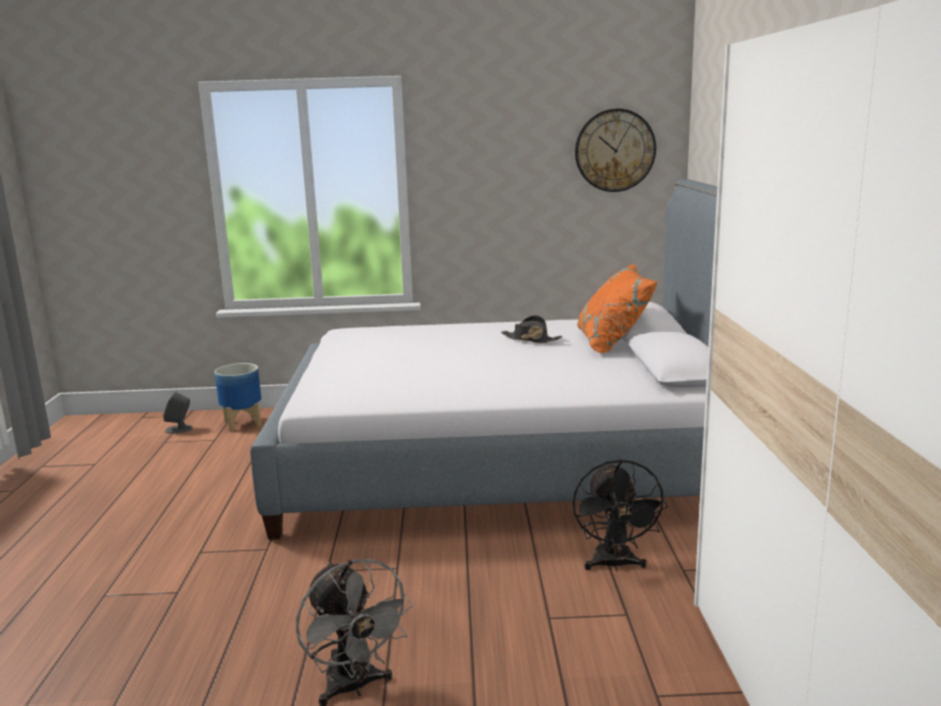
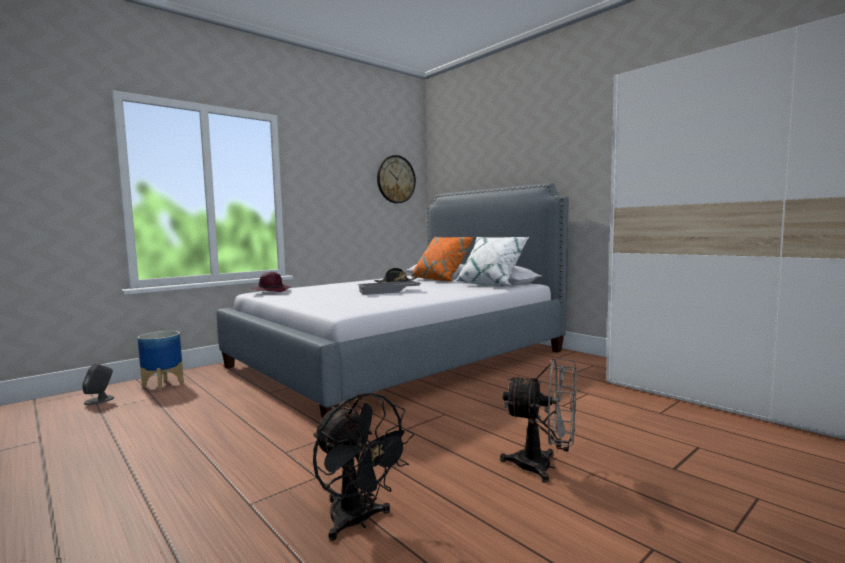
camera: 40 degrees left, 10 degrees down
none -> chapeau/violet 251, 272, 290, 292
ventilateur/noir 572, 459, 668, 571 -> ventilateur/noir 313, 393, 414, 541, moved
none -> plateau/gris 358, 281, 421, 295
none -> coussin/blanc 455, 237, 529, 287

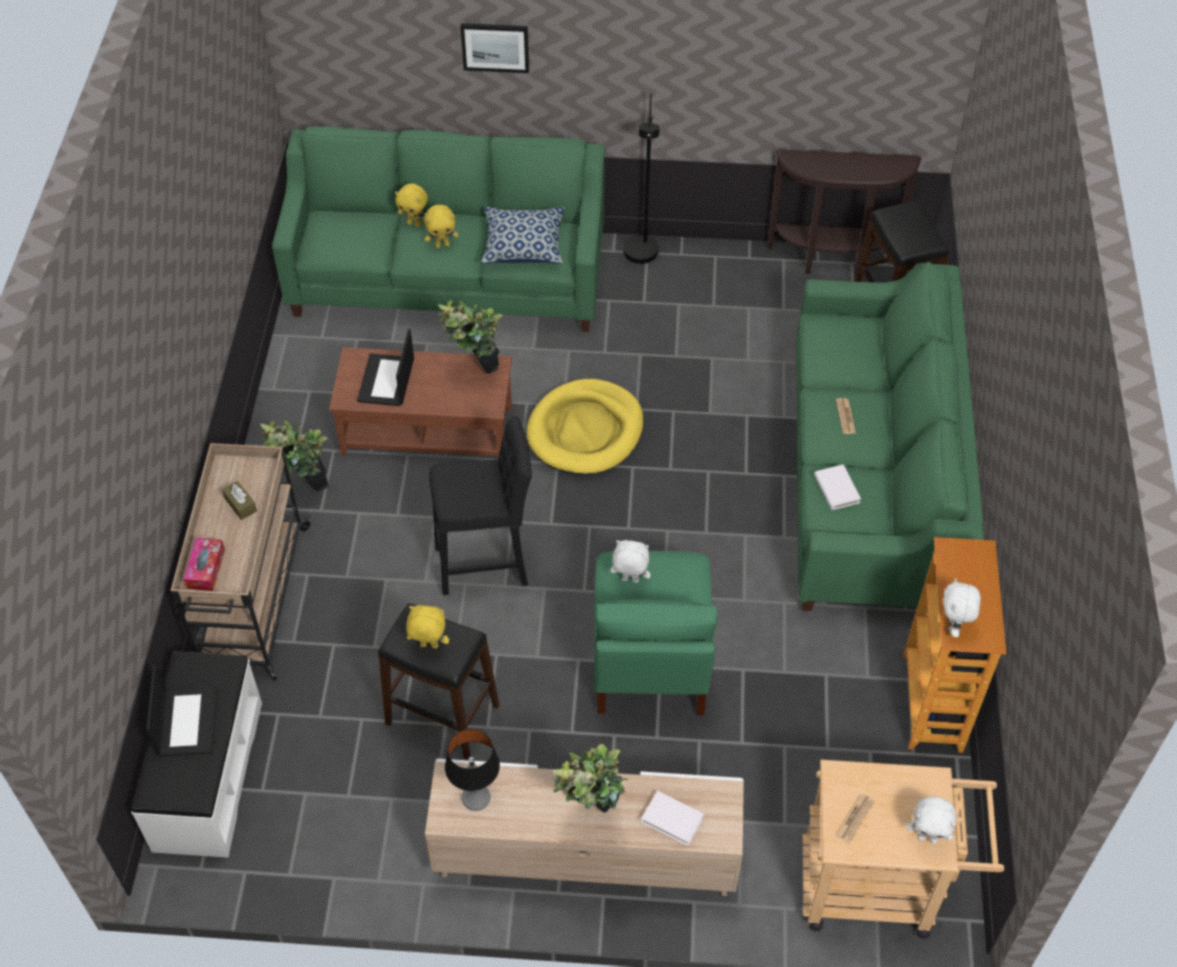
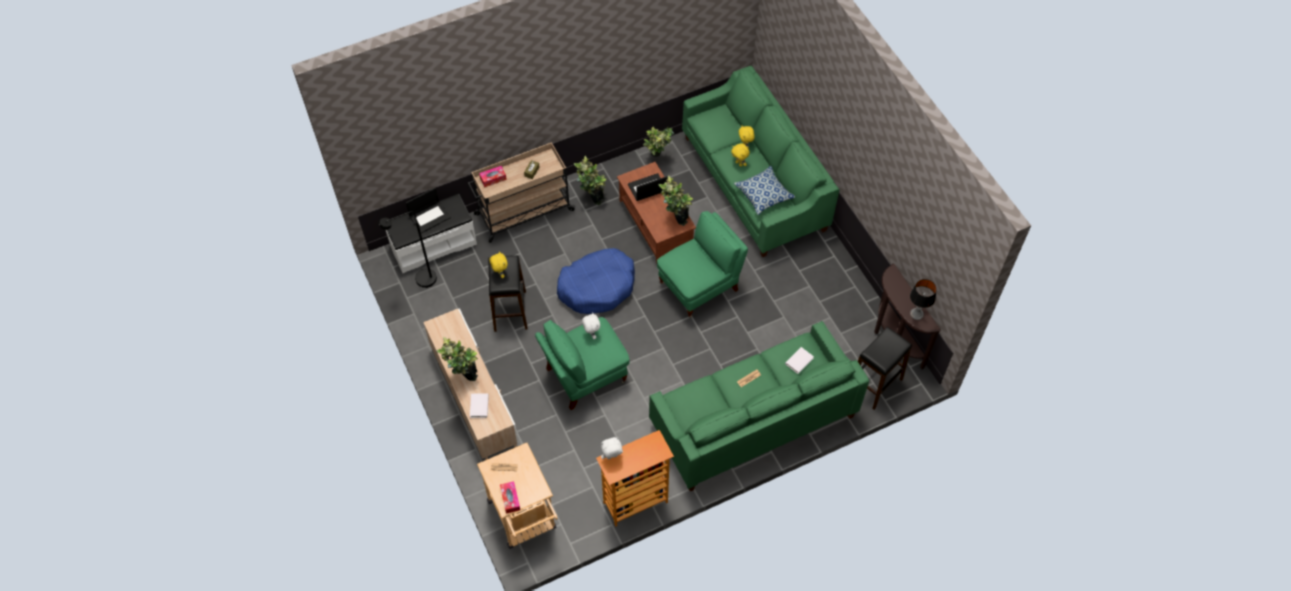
camera: 60 degrees right, 5 degrees up
lampadaire/noir 623, 94, 660, 264 -> lampadaire/noir 379, 211, 437, 288, moved
peluche/blanc 906, 797, 957, 844 -> boîte à mouchoirs 500, 481, 520, 514
tabouret/noir 429, 416, 532, 595 -> panier pour chien/bleu 557, 248, 635, 314
none -> plante en pot 643, 126, 674, 157
panier pour chien/jaune 527, 379, 643, 475 -> fauteuil/vert 657, 211, 748, 318
livre/blanc 814, 464, 861, 510 -> livre/blanc 785, 347, 814, 374, moved
lampe de table 445, 729, 500, 811 -> lampe de table 910, 279, 936, 320, moved
tableau 460, 23, 529, 73 -> none

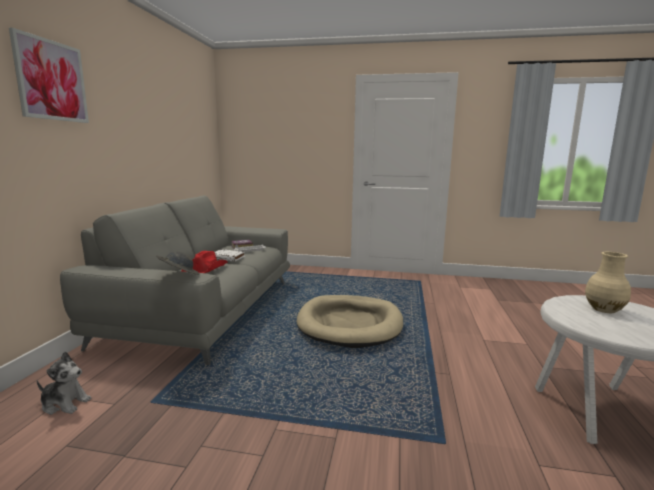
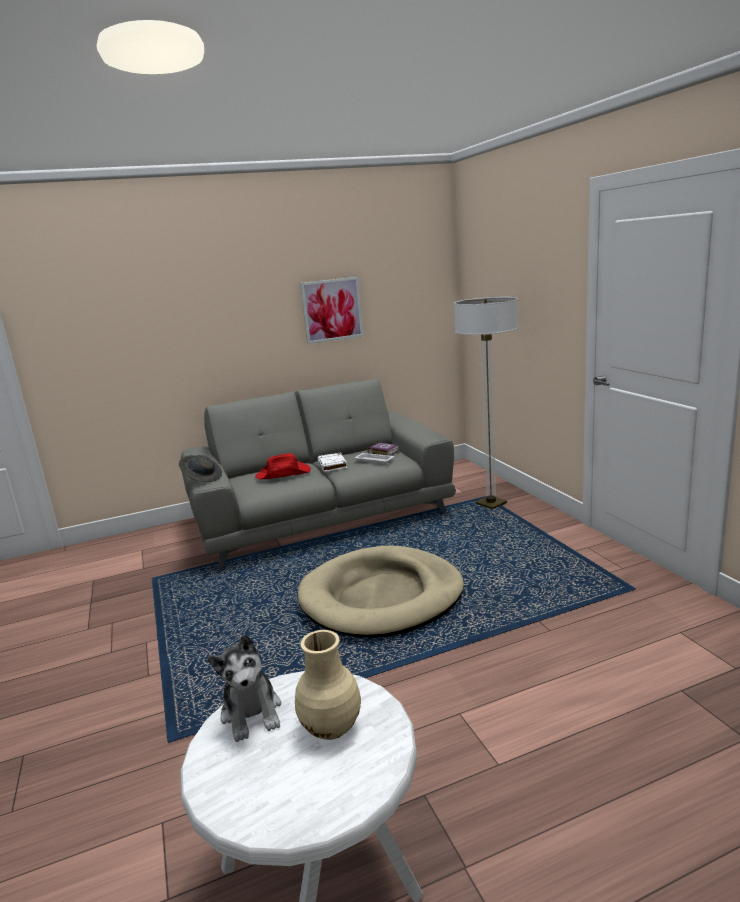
camera: 60 degrees right, 5 degrees up
peluche 37, 352, 91, 415 -> peluche 208, 634, 281, 742, moved
tableau 9, 27, 89, 123 -> tableau 300, 277, 364, 344, moved
none -> lampadaire 454, 297, 518, 509

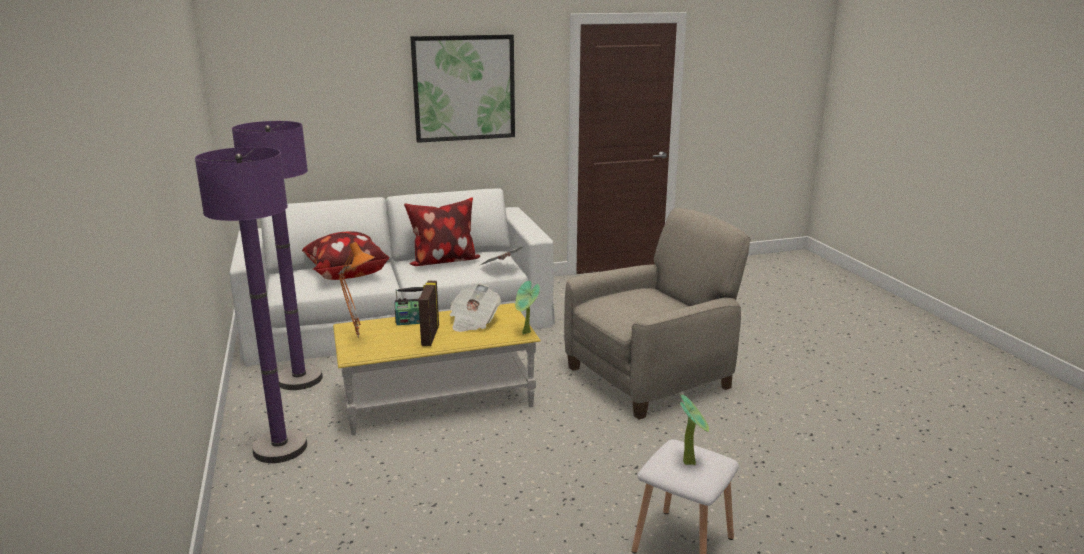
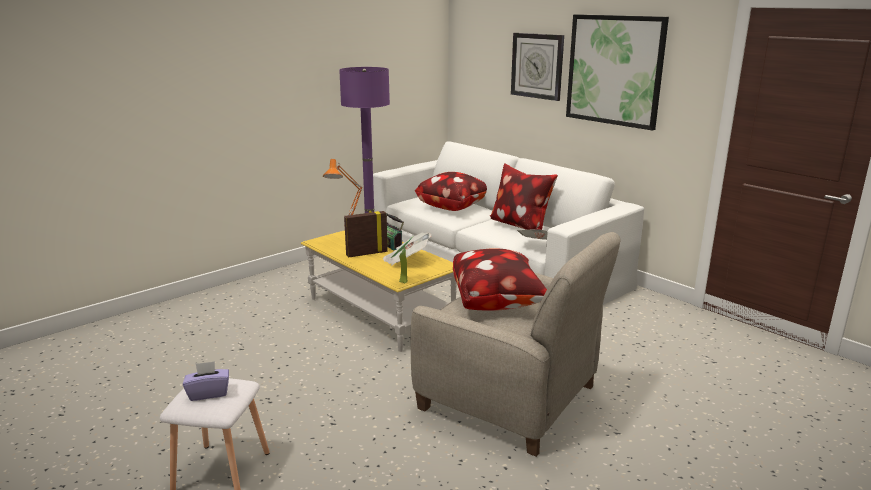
camera: 65 degrees right, 0 degrees up
plante en pot 680, 394, 709, 465 -> boîte à mouchoirs/violet 183, 361, 229, 401
none -> coussin 453, 248, 547, 311
none -> horloge murale 511, 33, 564, 101
lampadaire/violet 195, 147, 307, 463 -> none

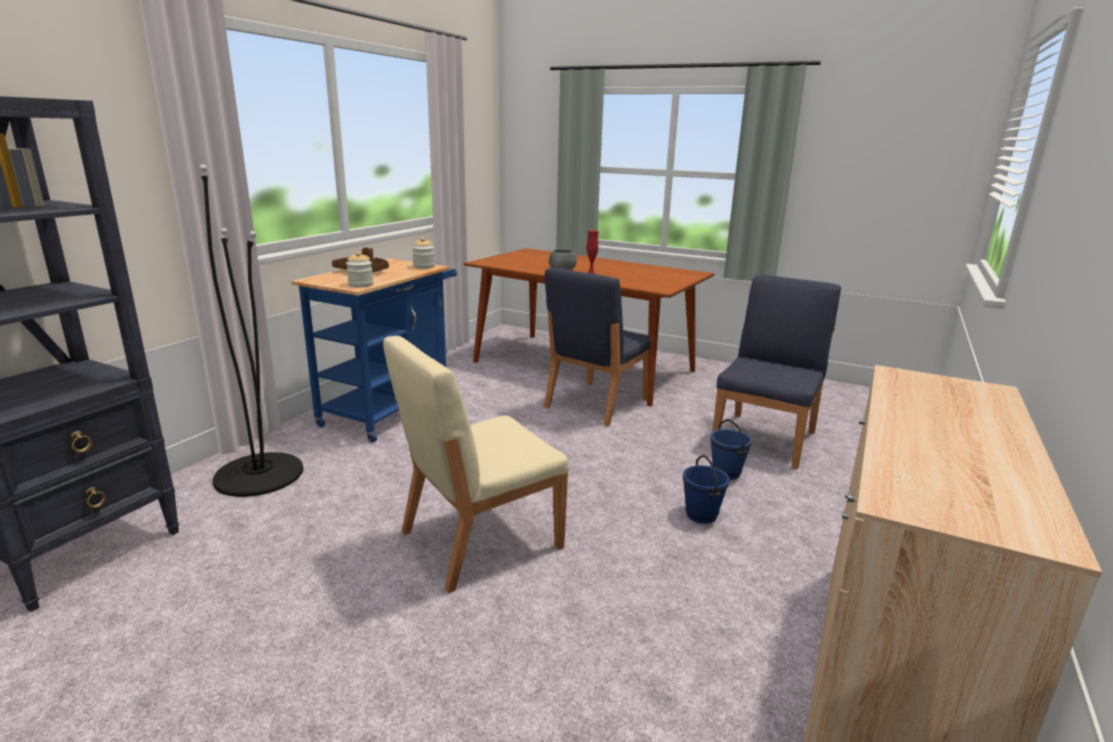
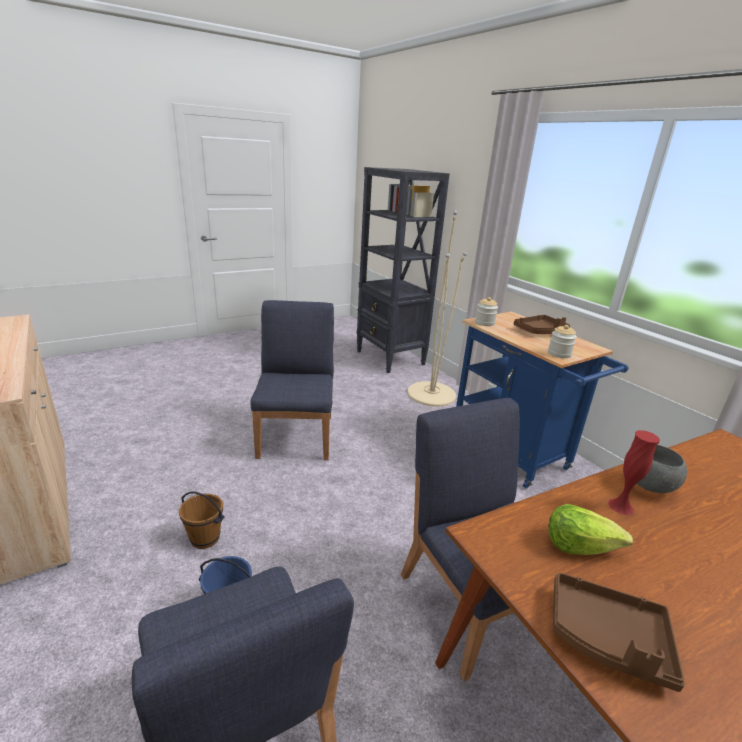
camera: 120 degrees right, 5 degrees up
seau/bleu 683, 455, 729, 524 -> seau/marron 179, 491, 225, 549
chaise/beige 383, 336, 569, 593 -> chaise/bleu 250, 300, 334, 460
lampadaire/noir 199, 164, 303, 497 -> lampadaire/beige 407, 211, 467, 406
none -> laitue 548, 504, 633, 555
none -> plateau/marron 553, 572, 685, 692

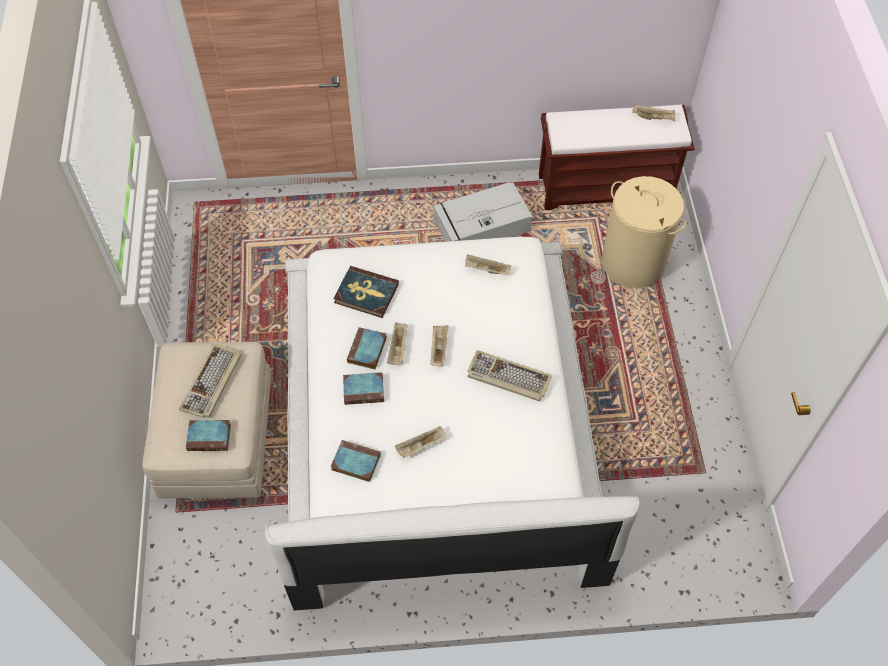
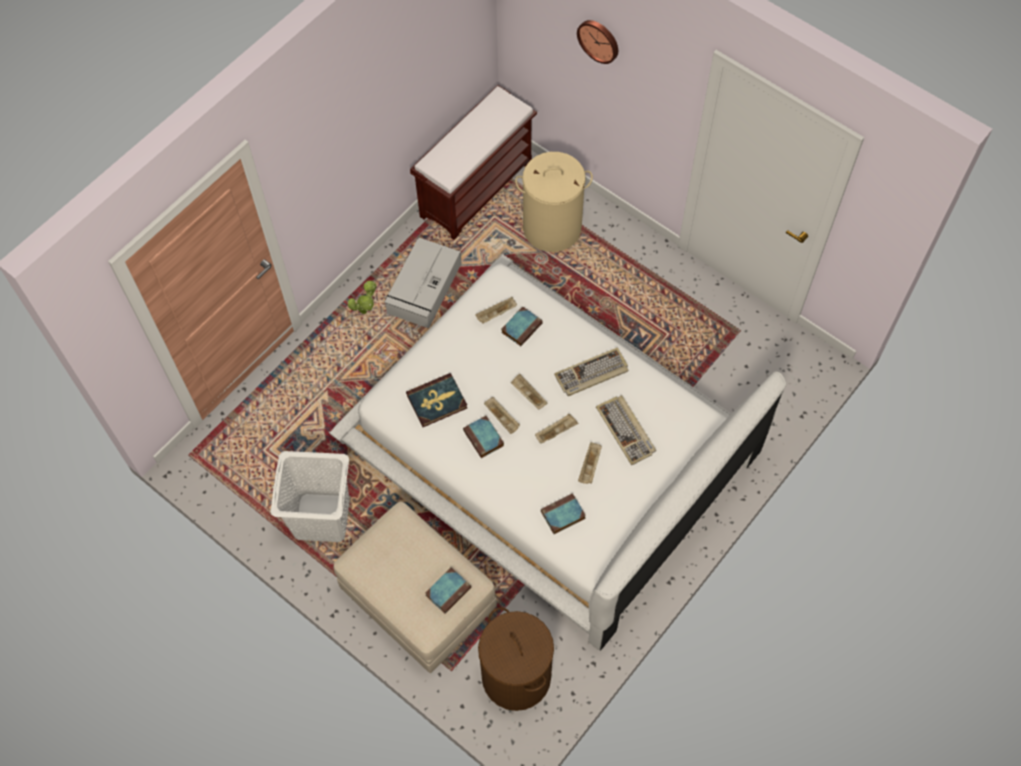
camera: 45 degrees left, 5 degrees up
none -> panier à linge/blanc 270, 451, 350, 542
none -> plante en pot 347, 281, 376, 314
none -> panier à linge/marron 478, 608, 554, 711
livre 343, 372, 384, 405 -> livre 501, 306, 543, 346, moved
plateau/beige 632, 104, 675, 121 -> plateau/beige 535, 414, 578, 444, moved
none -> horloge murale 577, 20, 618, 64
clavier 179, 344, 241, 418 -> clavier 596, 395, 656, 465, moved

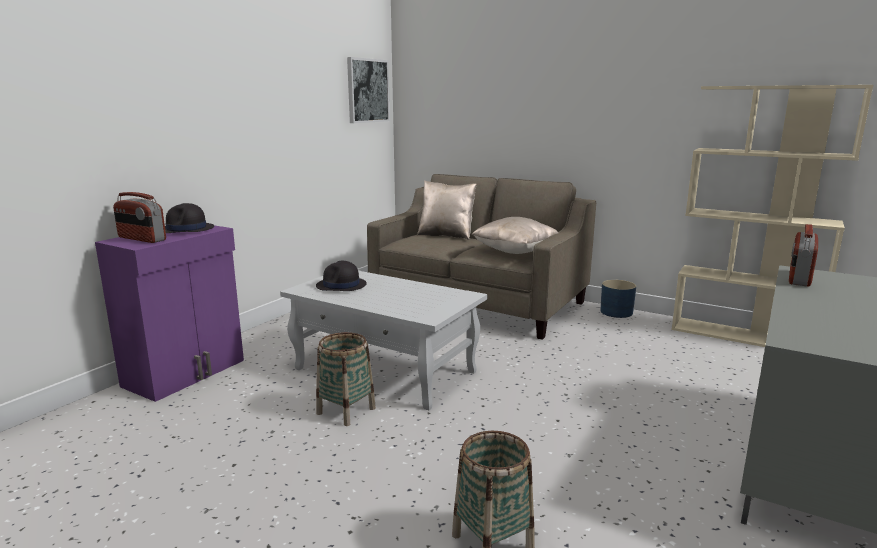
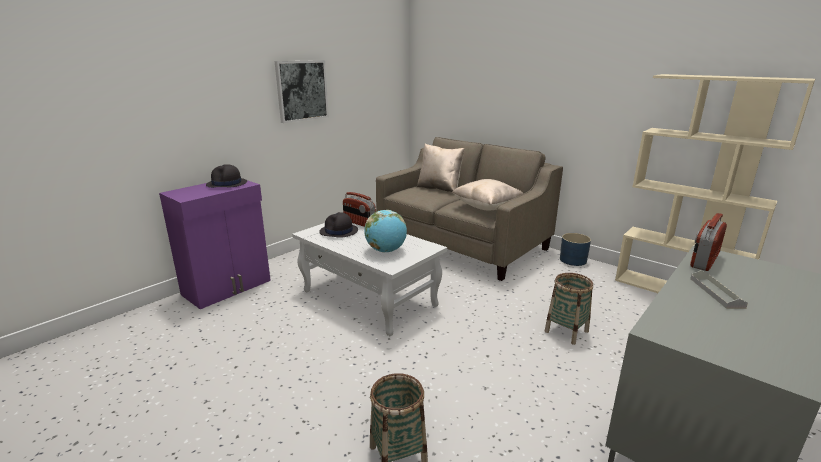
camera: 10 degrees right, 5 degrees up
tableau 347, 57, 390, 123 -> tableau 275, 60, 329, 123, moved
radio 113, 192, 166, 243 -> radio 343, 192, 376, 227, moved
none -> globe 364, 210, 407, 252
panier 316, 332, 376, 426 -> panier 544, 273, 593, 345, moved
none -> plateau/gris 690, 270, 748, 309

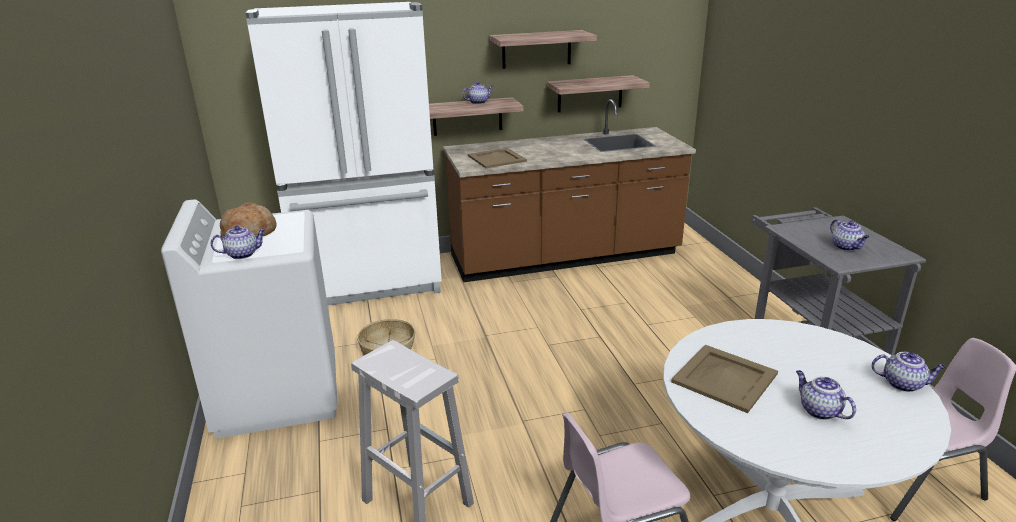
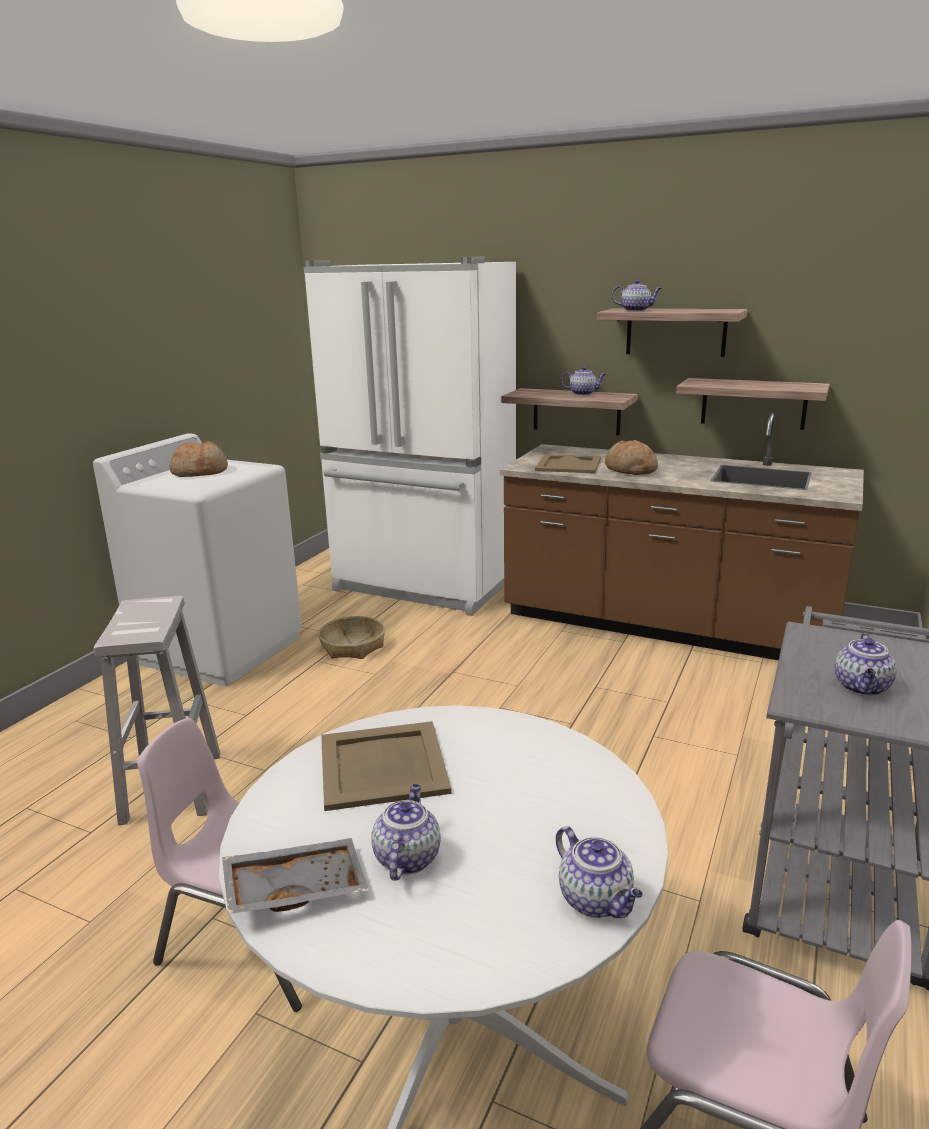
camera: 40 degrees right, 5 degrees down
none -> plateau/gris 222, 838, 369, 914
none -> pain 605, 440, 658, 475
théière 211, 226, 266, 259 -> théière 612, 280, 662, 311, moved

